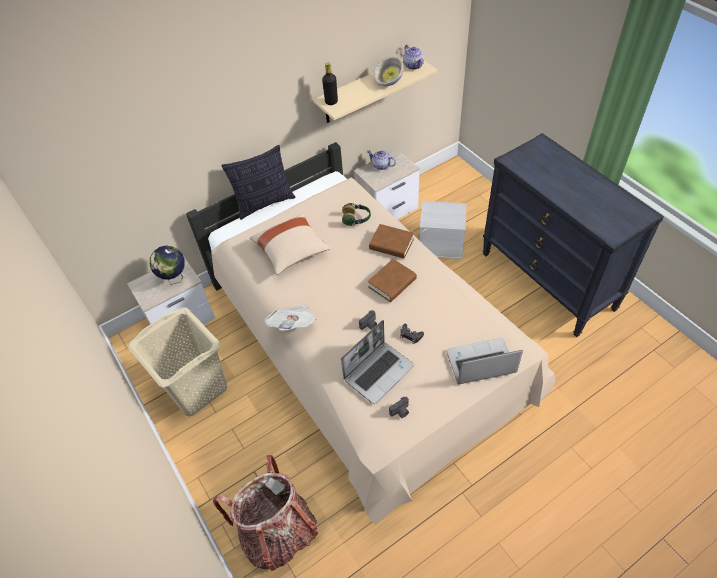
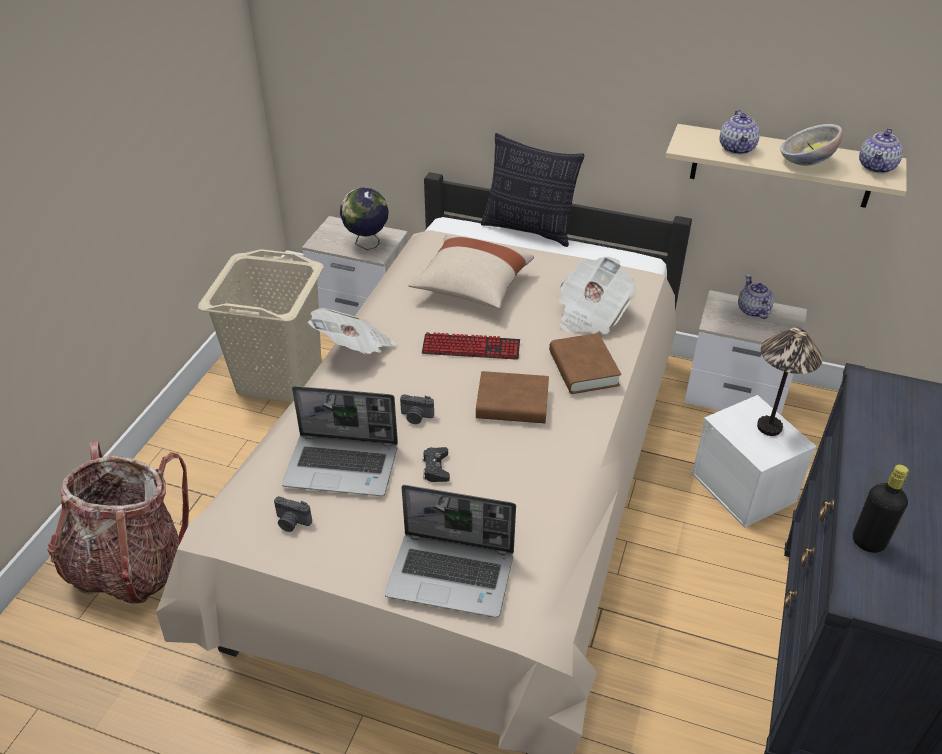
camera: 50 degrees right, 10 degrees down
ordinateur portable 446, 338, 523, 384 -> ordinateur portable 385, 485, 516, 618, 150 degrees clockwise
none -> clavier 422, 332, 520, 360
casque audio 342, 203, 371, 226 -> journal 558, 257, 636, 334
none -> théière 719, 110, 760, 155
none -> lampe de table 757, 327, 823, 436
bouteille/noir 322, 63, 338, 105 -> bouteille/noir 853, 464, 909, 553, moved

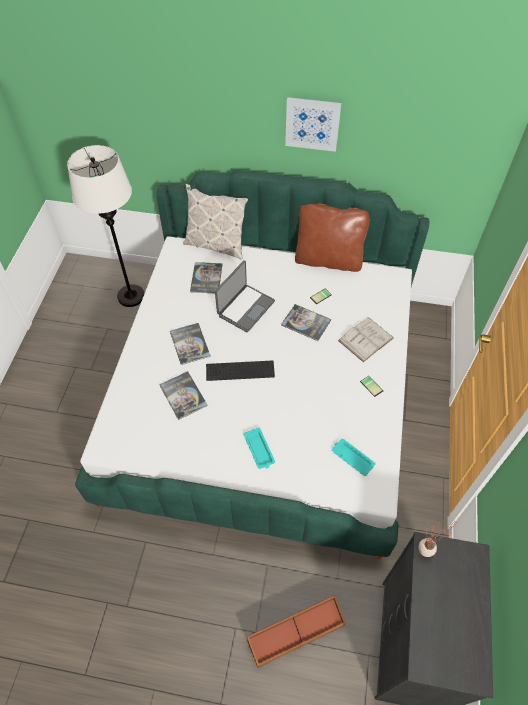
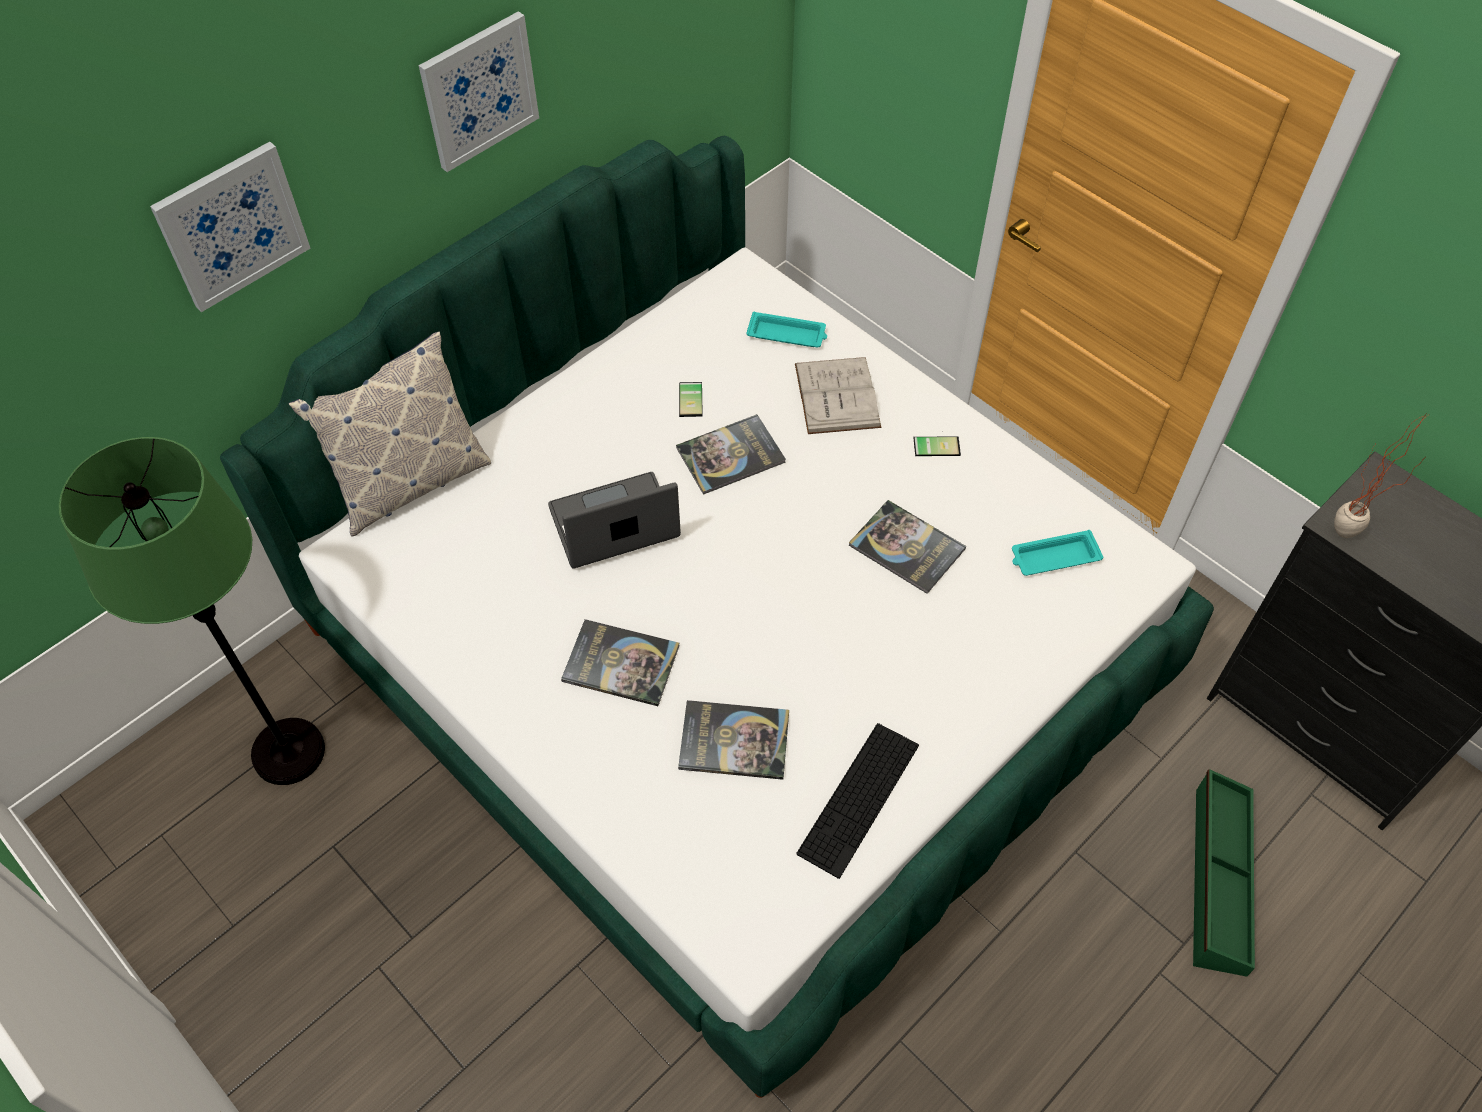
camera: 55 degrees left, 0 degrees up
lampadaire/blanc 67, 145, 145, 307 -> lampadaire/vert 59, 437, 325, 785
none -> tableau 150, 142, 310, 312
ordinateur portable 215, 260, 275, 332 -> ordinateur portable 548, 472, 681, 568, 90 degrees counterclockwise
plateau/turquoise 244, 428, 275, 469 -> plateau/turquoise 746, 311, 827, 347, moved
clavier 206, 360, 275, 381 -> clavier 796, 723, 919, 879, moved
livre 190, 262, 222, 293 -> livre 849, 500, 966, 594, moved
boîte de rangement/marron 247, 595, 346, 668 -> boîte de rangement/vert 1193, 769, 1255, 977
coussin/marron 295, 203, 370, 272 -> none

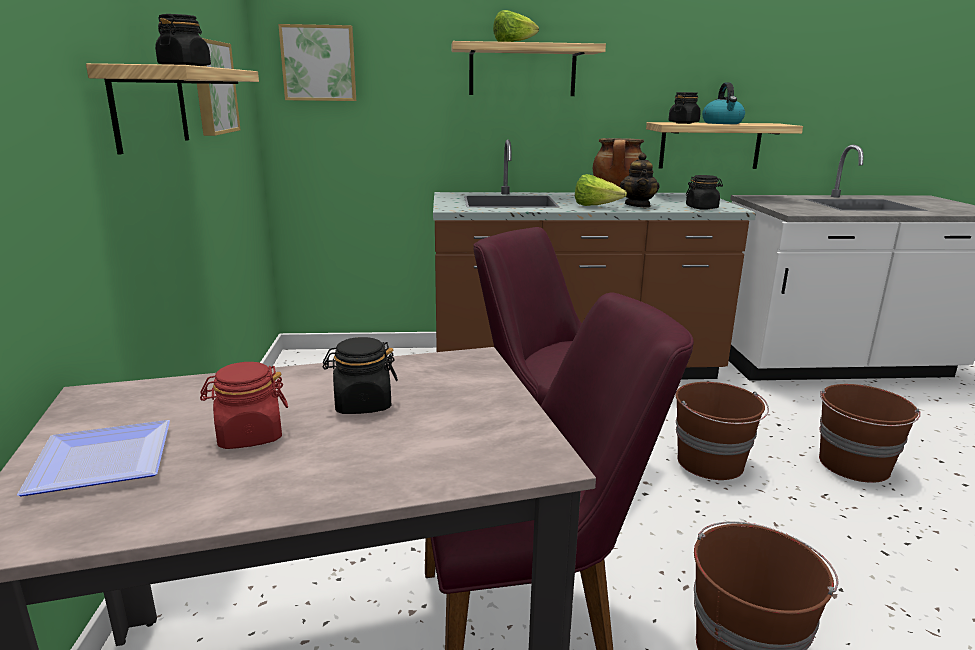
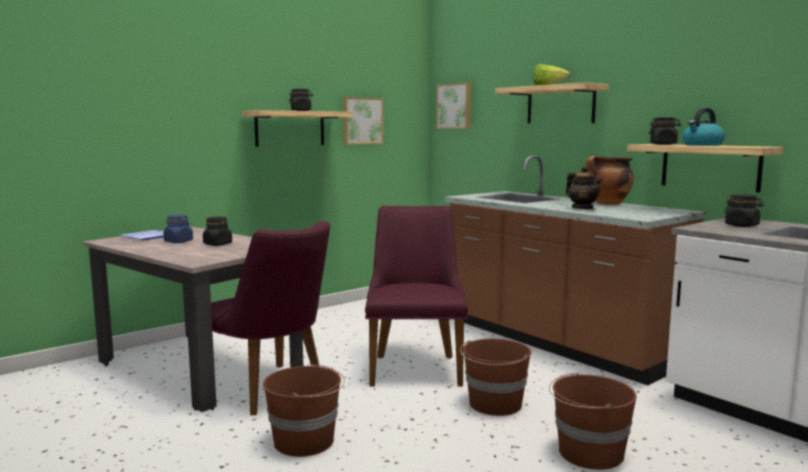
camera: 55 degrees right, 10 degrees down
bocal/rouge 200, 362, 288, 449 -> bocal/bleu 163, 214, 193, 243
théière 620, 153, 660, 207 -> théière 566, 166, 603, 209, 90 degrees counterclockwise
bocal/noir 686, 175, 723, 210 -> bocal/noir 725, 194, 764, 227, moved
laitue 575, 174, 627, 206 -> none

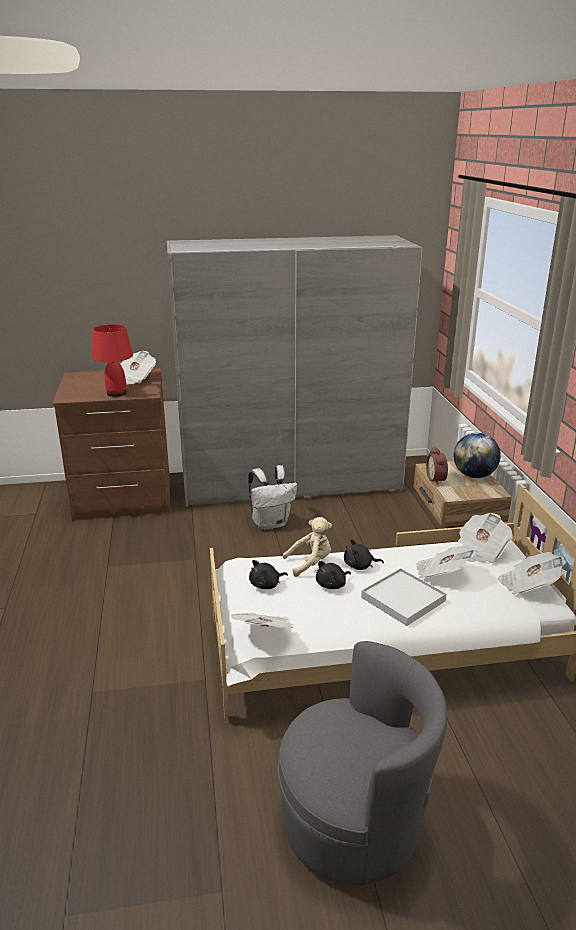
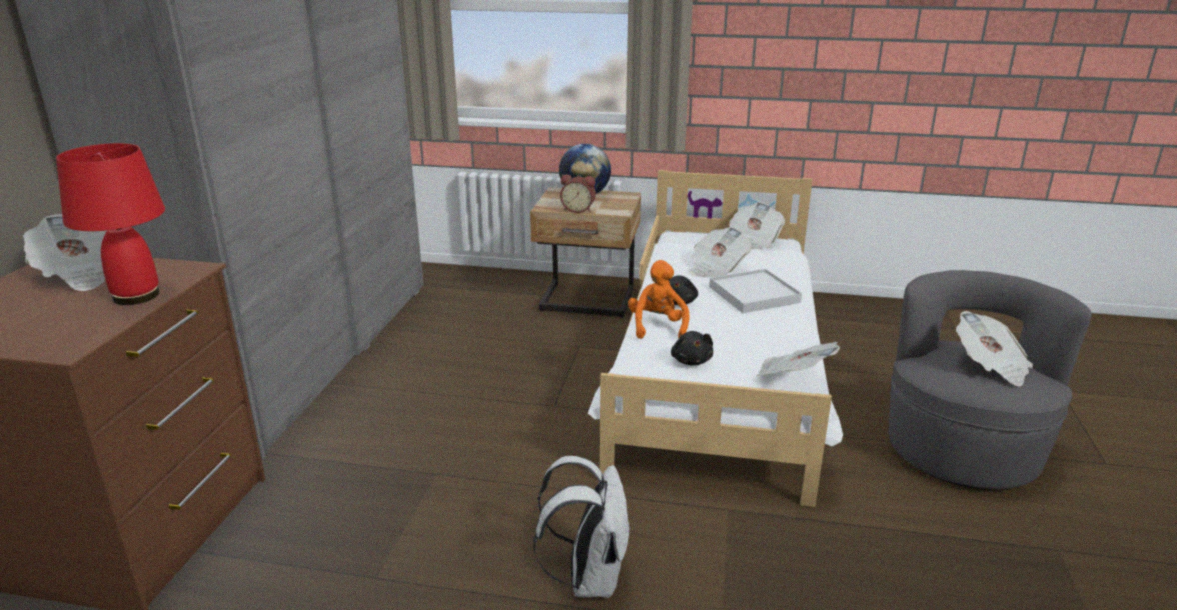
camera: 70 degrees left, 0 degrees up
sac à dos/blanc 248, 465, 297, 530 -> sac à dos/blanc 533, 456, 631, 598, moved
peluche/beige 283, 517, 332, 577 -> peluche/orange 628, 260, 689, 339
journal 458, 513, 513, 563 -> journal 956, 311, 1033, 387, moved
peluche/noir 316, 561, 351, 589 -> none

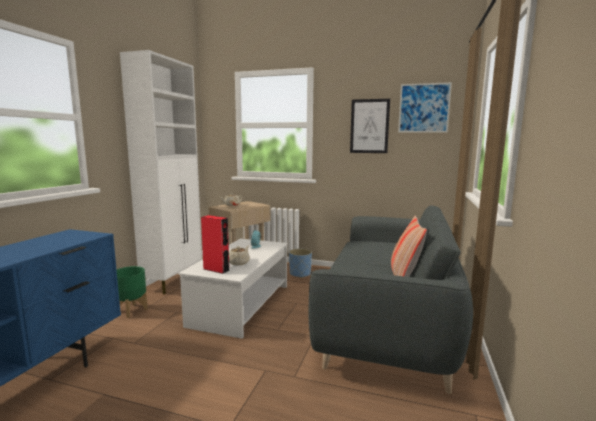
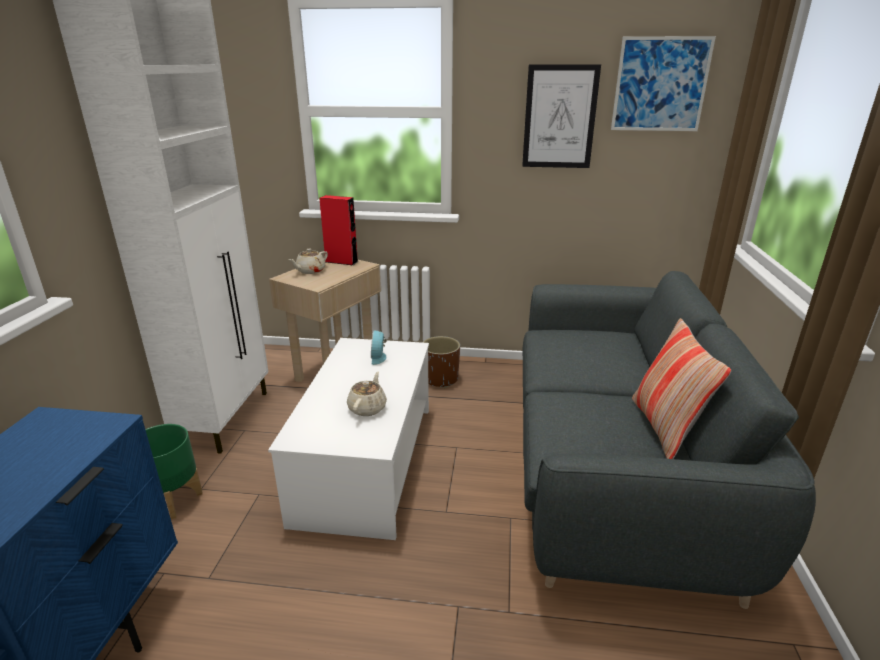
camera: 10 degrees left, 15 degrees up
enceinte/rouge 201, 215, 230, 274 -> enceinte/rouge 319, 195, 358, 265, moved
cache-pot/bleu 289, 249, 312, 278 -> cache-pot/marron 422, 336, 460, 388

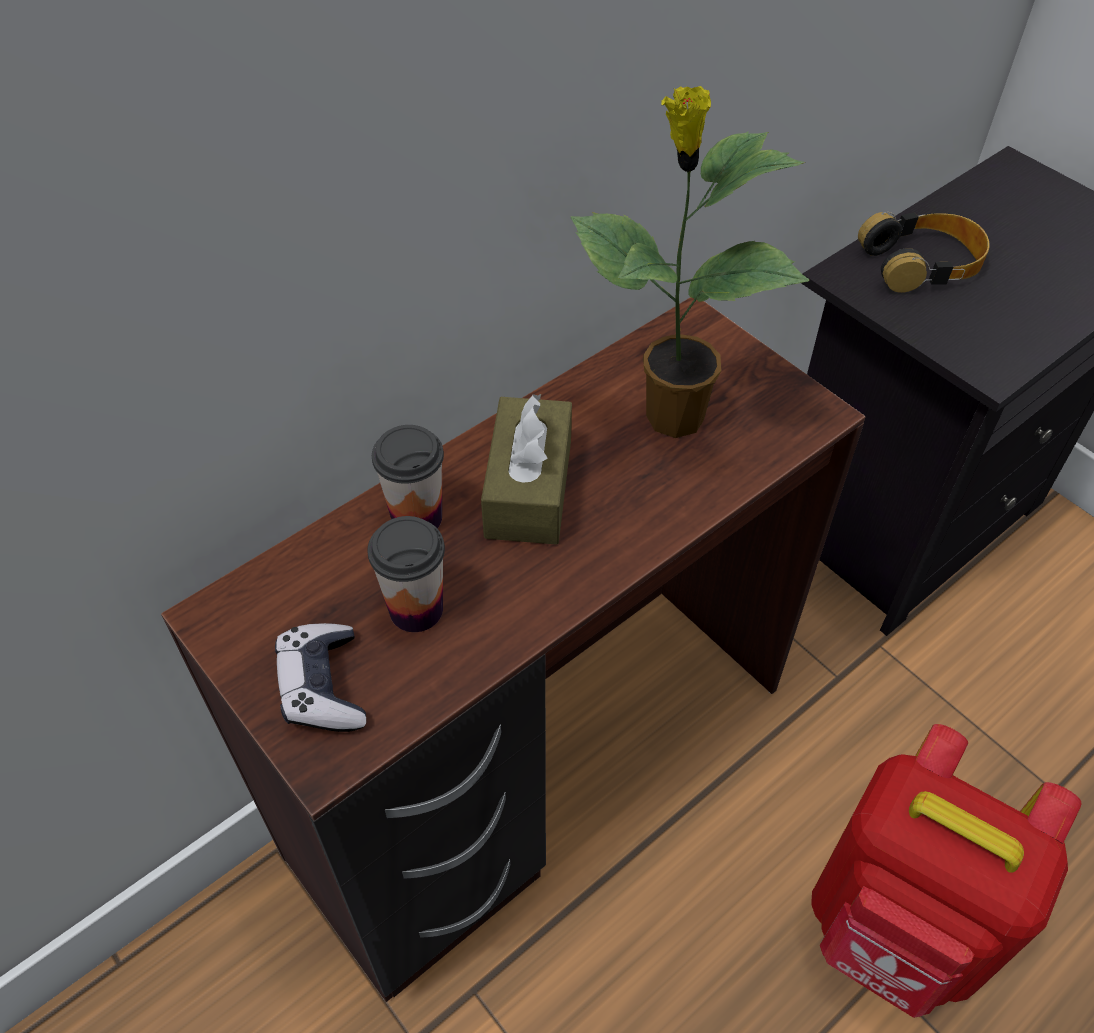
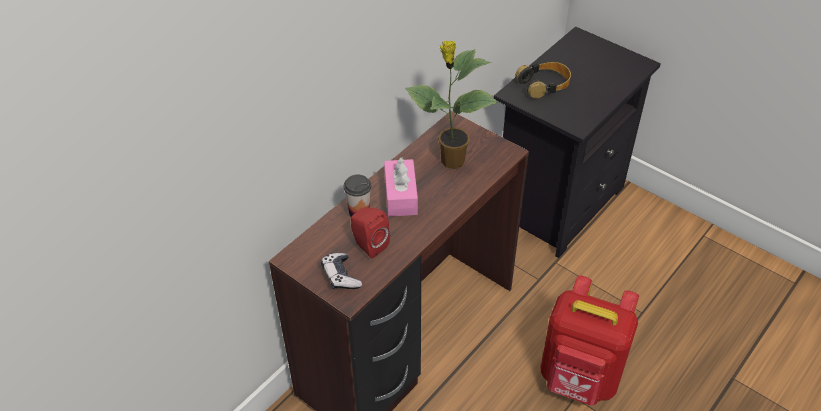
camera: 10 degrees left, 5 degrees down
tasse 368, 516, 445, 632 -> enceinte/rouge 351, 207, 390, 259
boîte à mouchoirs/marron 481, 394, 572, 545 -> boîte à mouchoirs/rose 384, 157, 418, 217

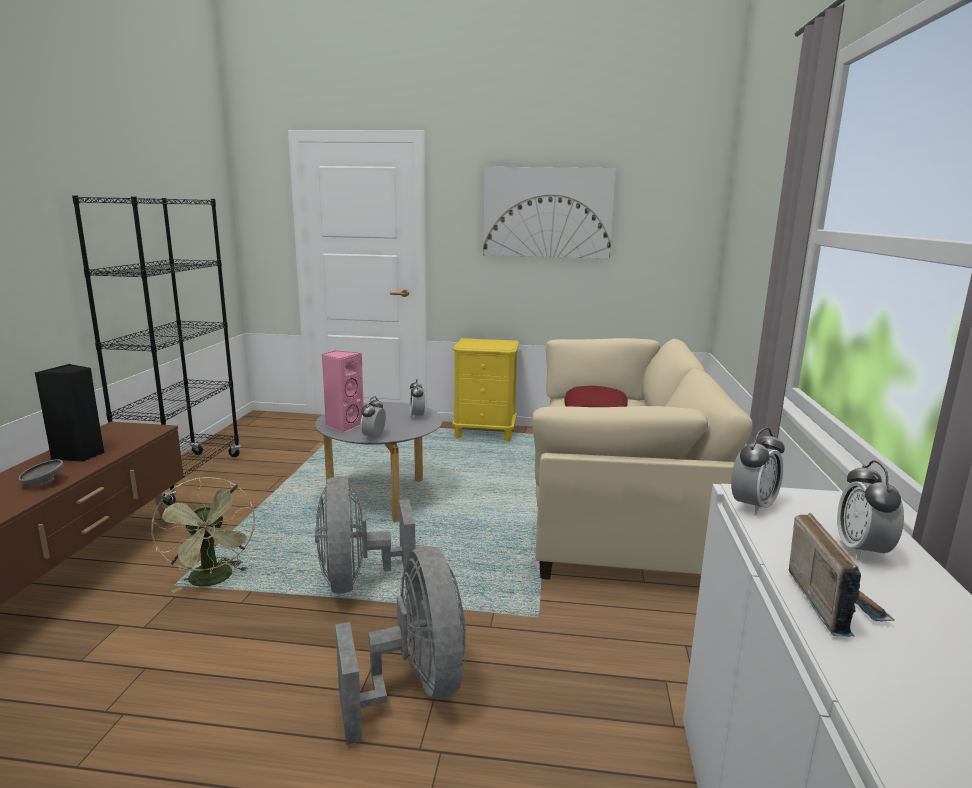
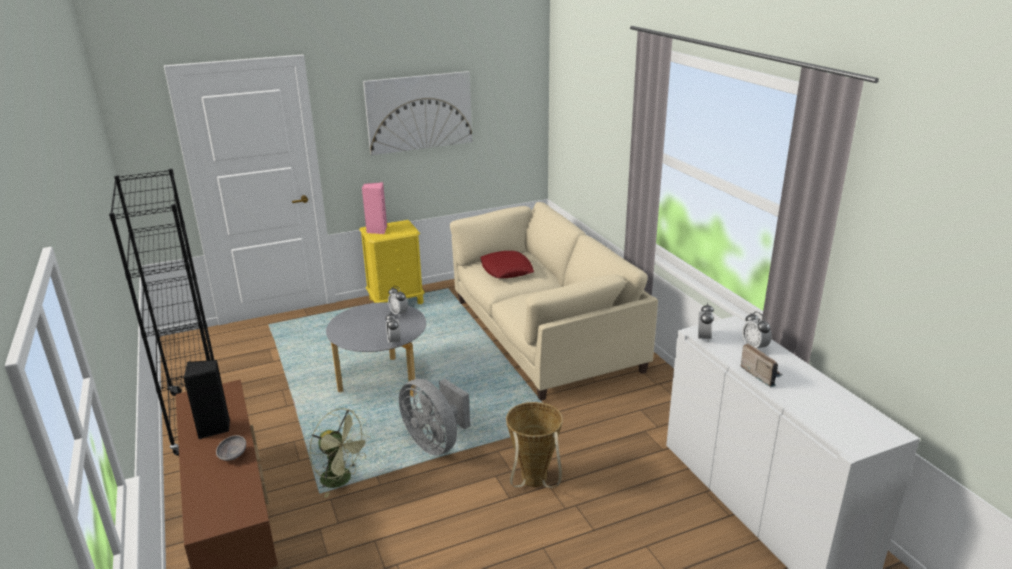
camera: 30 degrees left, 10 degrees up
enceinte/rose 322, 350, 364, 433 -> enceinte/rose 362, 182, 387, 234, moved
ventilateur/gris 335, 546, 466, 745 -> panier 506, 402, 563, 488

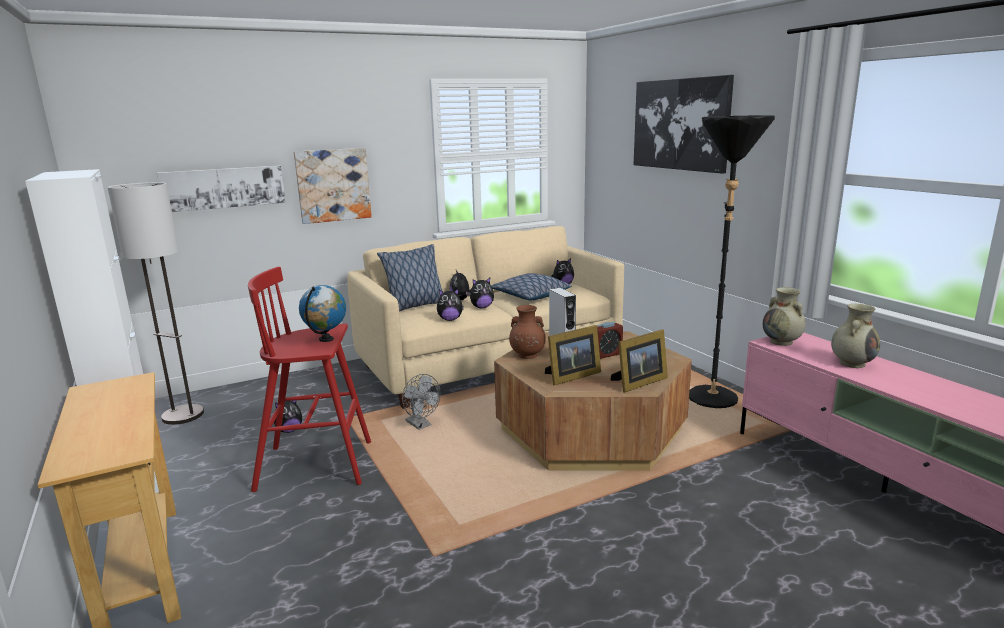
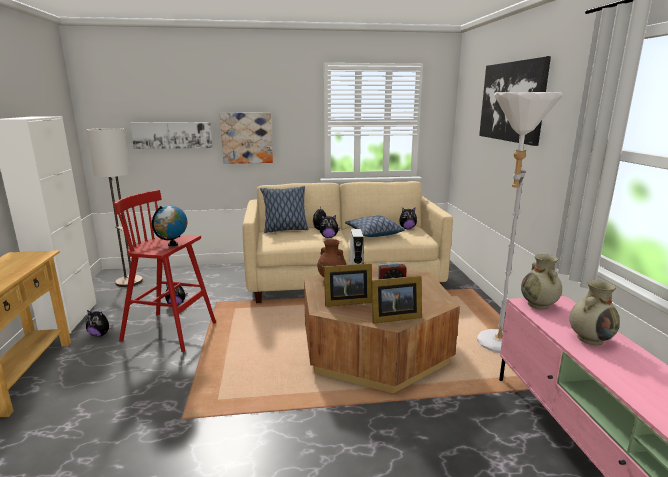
camera: 20 degrees right, 0 degrees up
peluche 437, 289, 464, 321 -> peluche 86, 310, 114, 337, moved
lampadaire/noir 689, 115, 775, 408 -> lampadaire/blanc 477, 92, 563, 353
ventilateur/gris 402, 374, 441, 430 -> none

